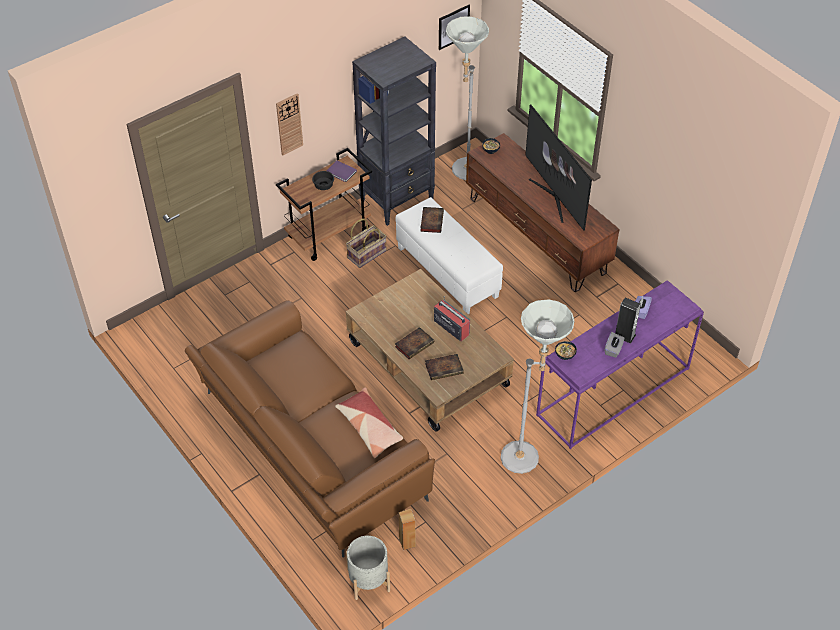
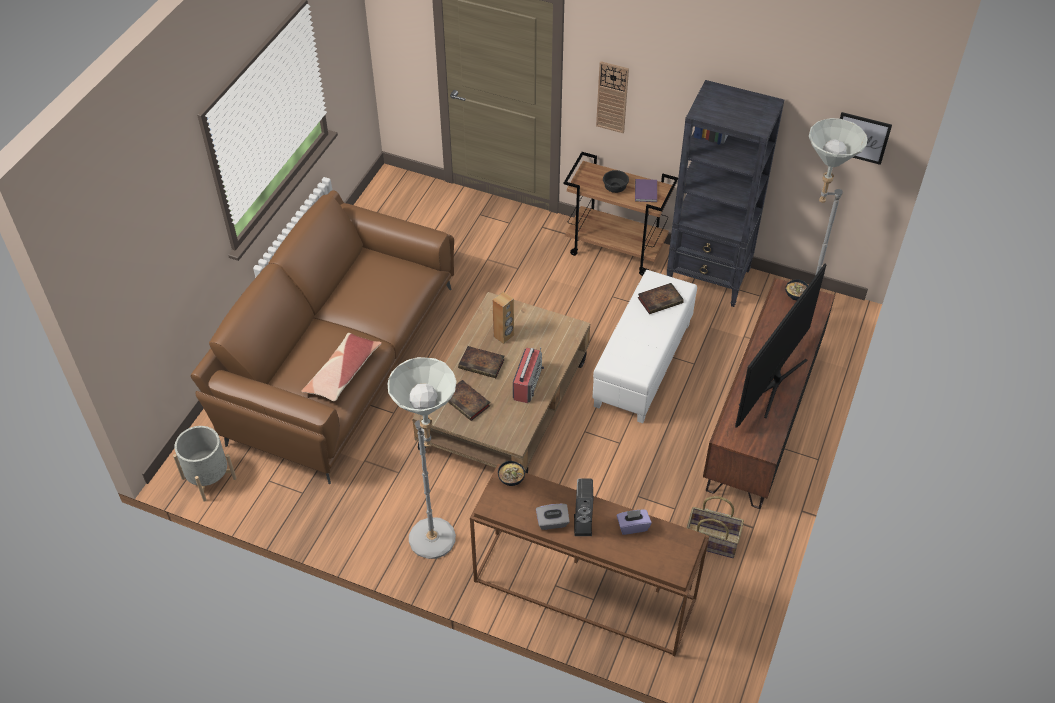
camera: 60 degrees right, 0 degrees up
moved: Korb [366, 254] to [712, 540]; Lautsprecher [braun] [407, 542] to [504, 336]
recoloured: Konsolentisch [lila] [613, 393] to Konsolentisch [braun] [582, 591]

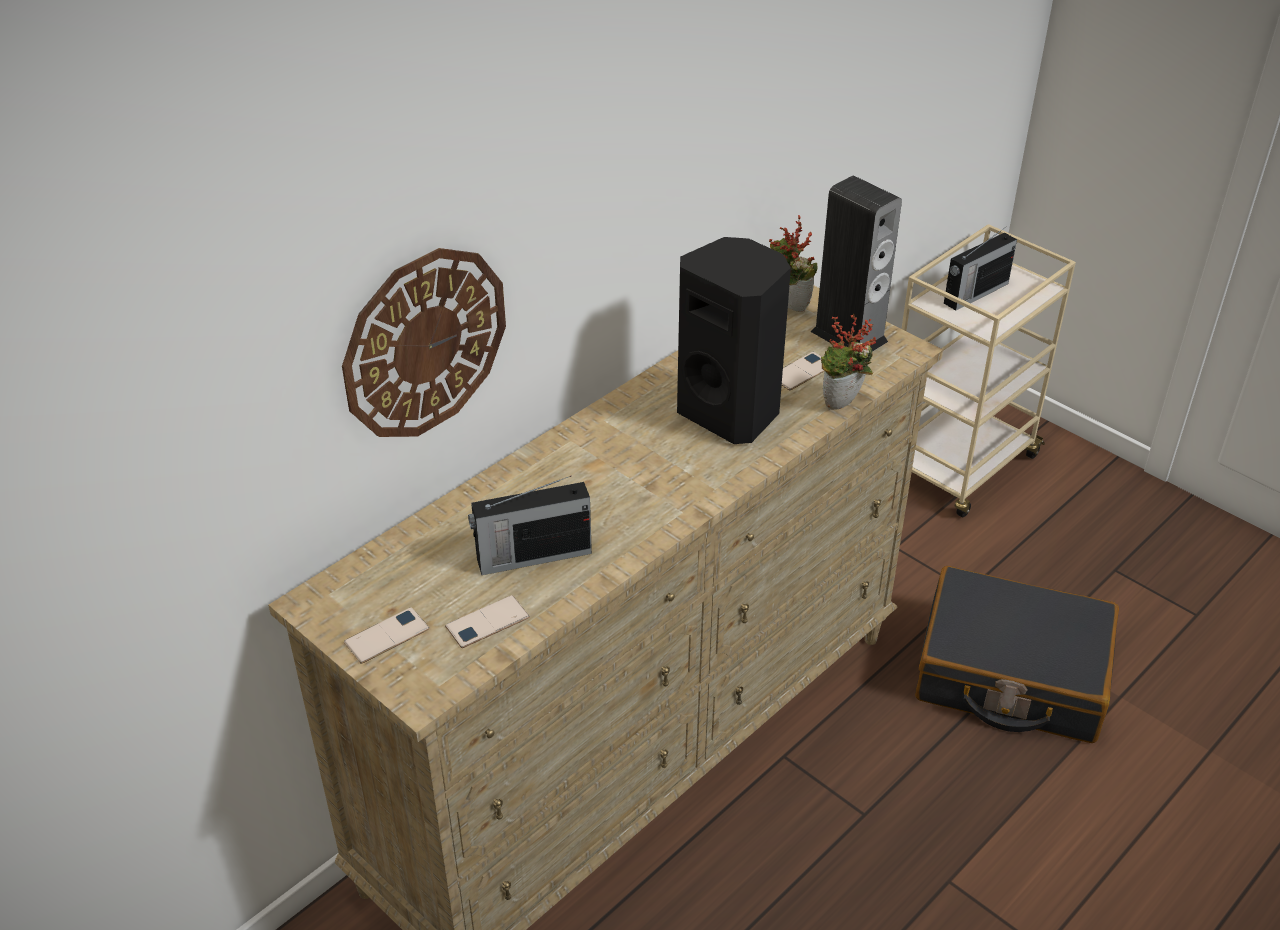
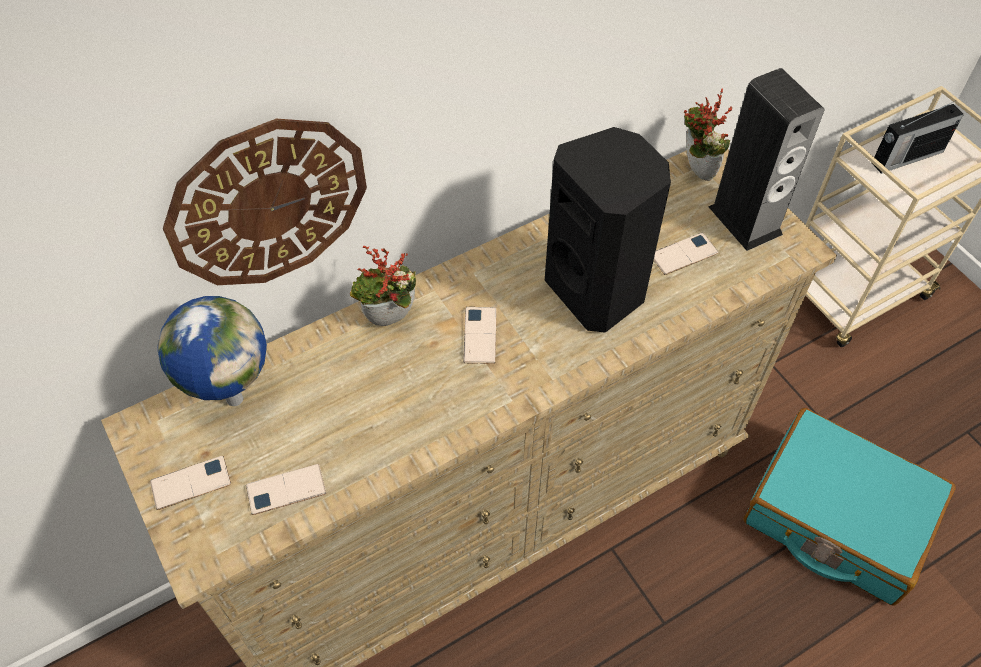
camera: 15 degrees right, 15 degrees up
removed: Radio [531, 556]
added: Globus [233, 398]; Handy [480, 335]
moved: Topfpflanze [842, 406] to [390, 323]
recoloured: Koffer [schwarz] [1011, 675] to Koffer [türkis] [837, 517]

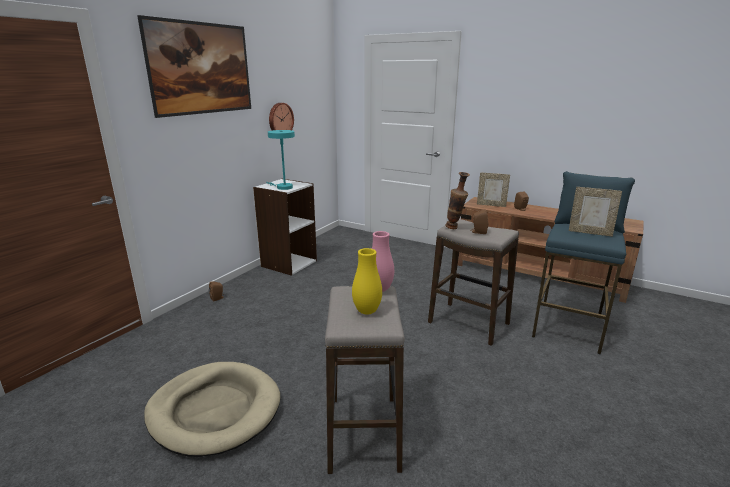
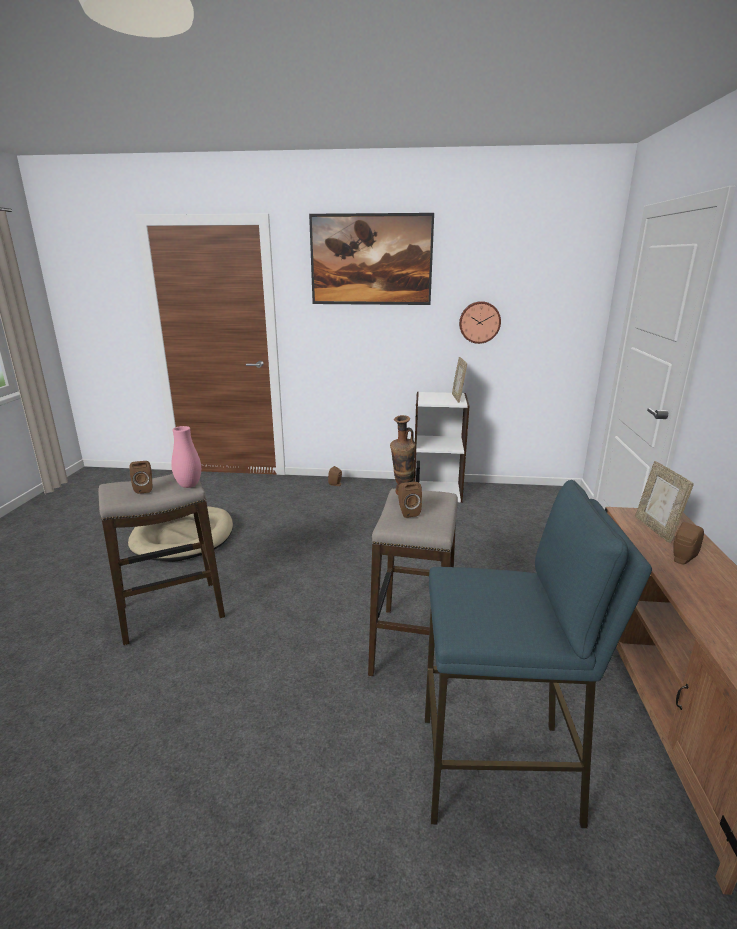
camera: 65 degrees right, 0 degrees up
removed: Tischlampe [türkis] [282, 187]
moved: Bilderrahmen [590, 232] to [458, 398]
replaced: Vase [gelb] [367, 311] to Lautsprecher [braun] [145, 489]

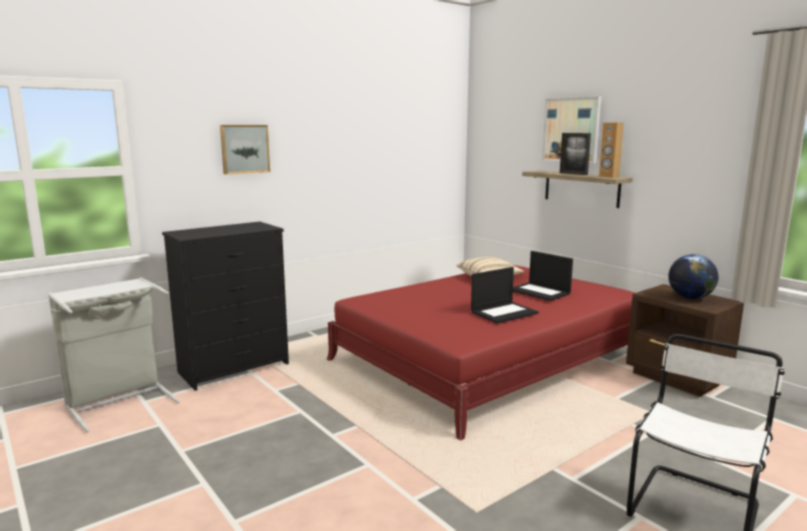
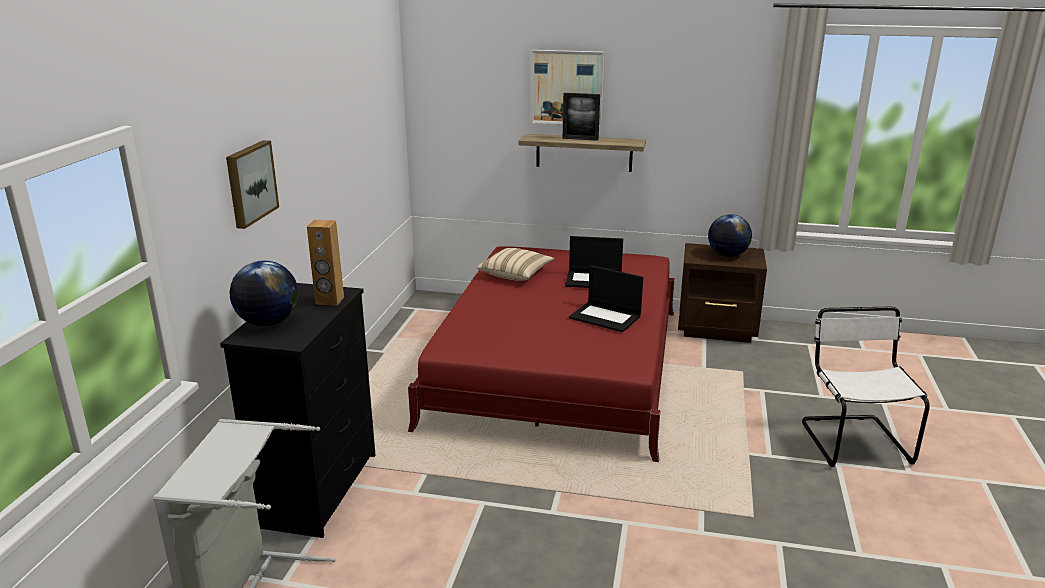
camera: 40 degrees left, 10 degrees up
added: Globus [268, 322]
moved: Lautsprecher [braun] [608, 177] to [329, 300]
turned: Laptop [504, 312] = [606, 317] 105 degrees clockwise

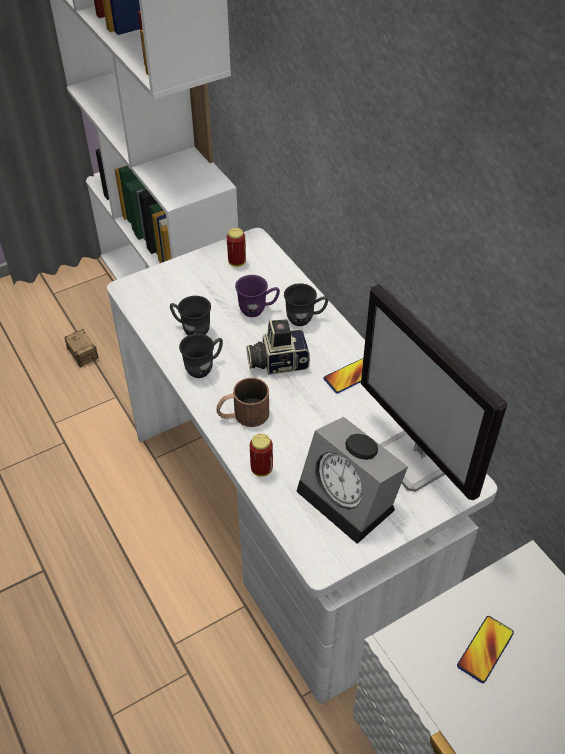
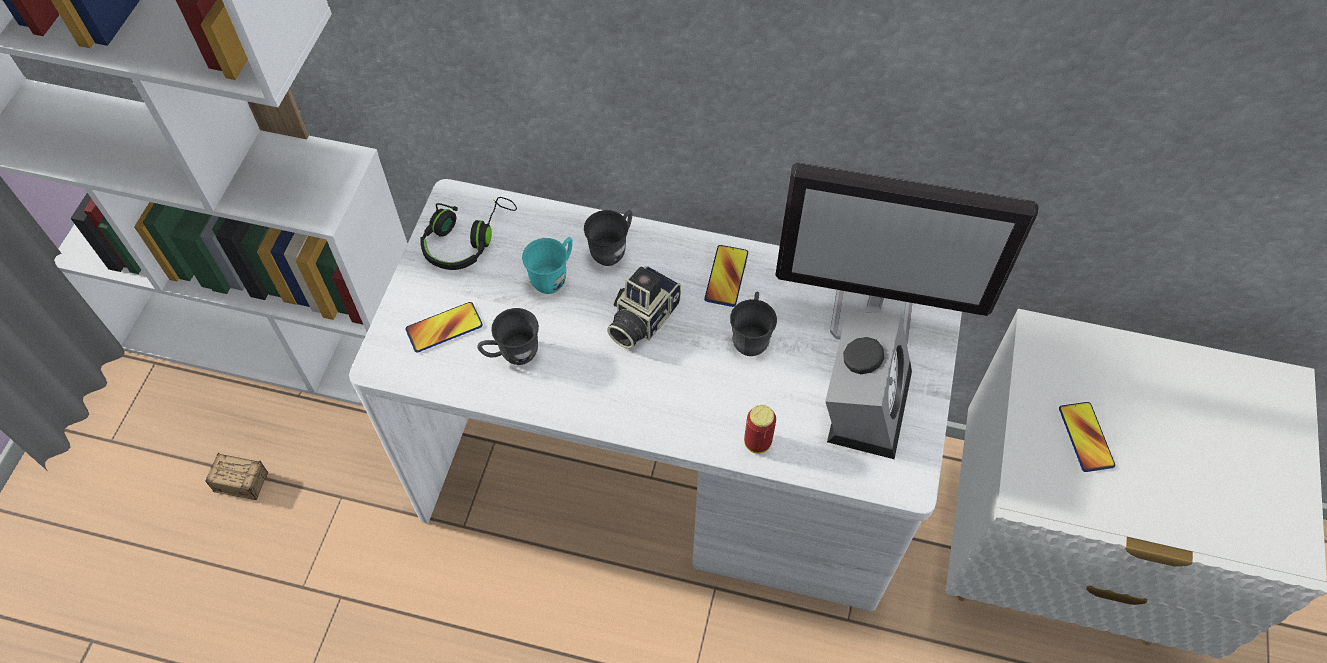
camera: 45 degrees left, 10 degrees up
removed: Henkelbecher [braun] [243, 415]
added: Handy [444, 328]
moved: Henkelbecher [grau] [204, 367] to [751, 337]
replaced: Dose [237, 262] to Kopfhörer [schwarz] [466, 239]
recoloured: Henkelbecher [lila] [258, 310] to Henkelbecher [türkis] [554, 277]
turned: Wecker [351, 499] = [864, 401] 75 degrees counterclockwise

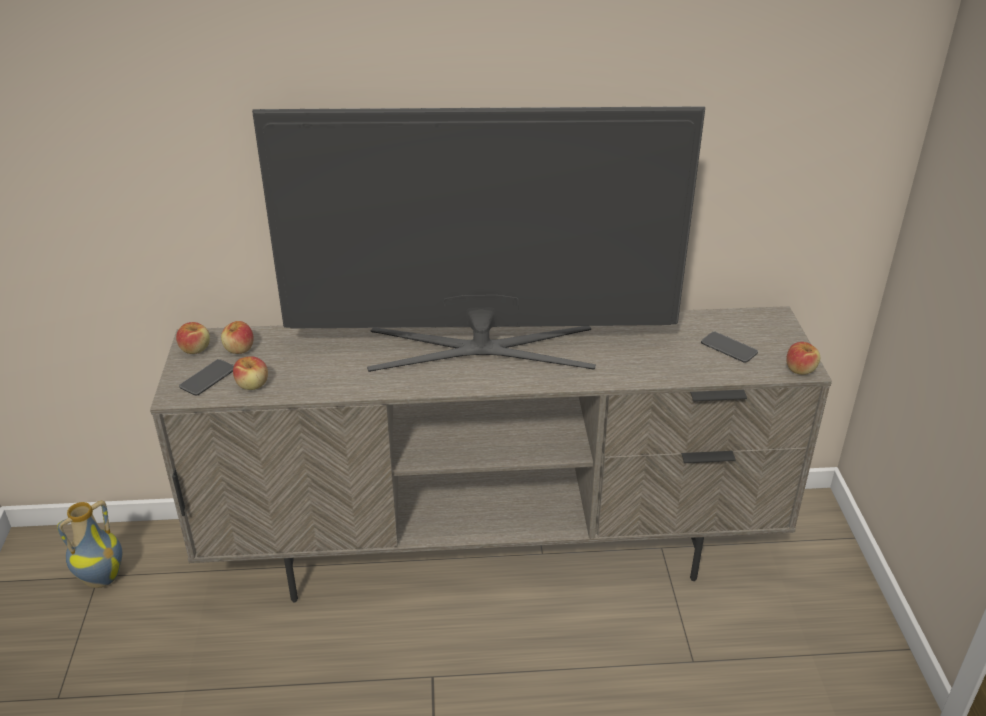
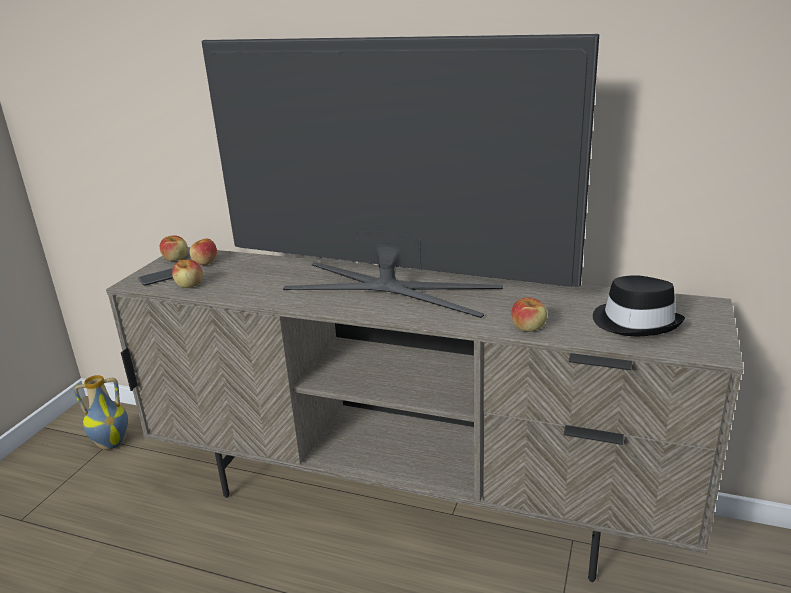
camera: 25 degrees right, 10 degrees down
moved: Apfel [800, 369] to [529, 327]
replaced: Handy [729, 348] to Hut [schwarz] [636, 322]

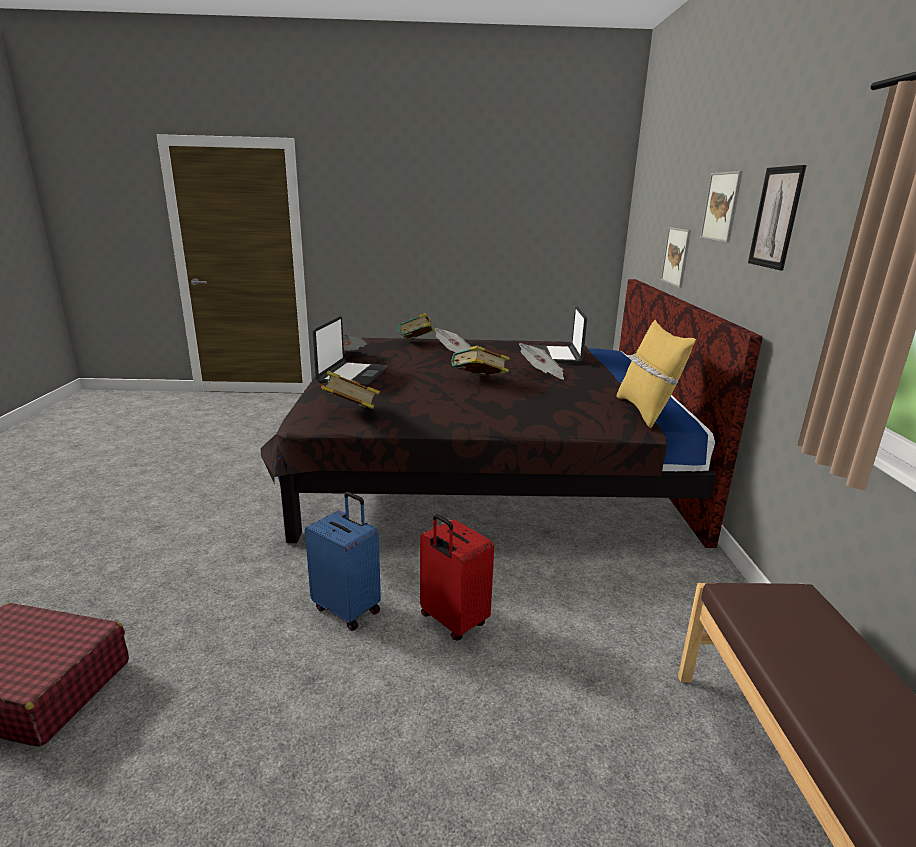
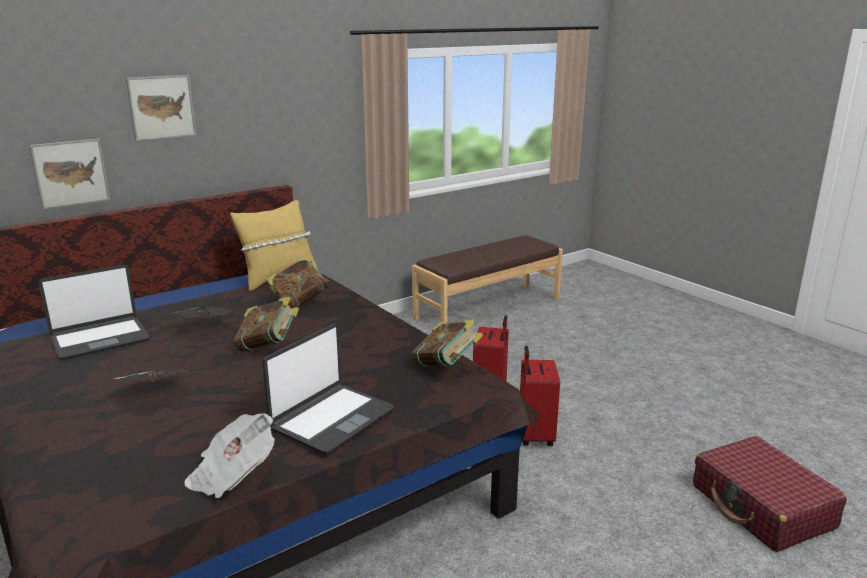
camera: 125 degrees left, 0 degrees up
removed: Bild [776, 218]
moved: Buch [416, 343] to [300, 303]
recoloured: Koffer [blau] [348, 609] to Koffer [rot] [534, 436]
turned: Laptop [352, 375] = [332, 419] 150 degrees clockwise

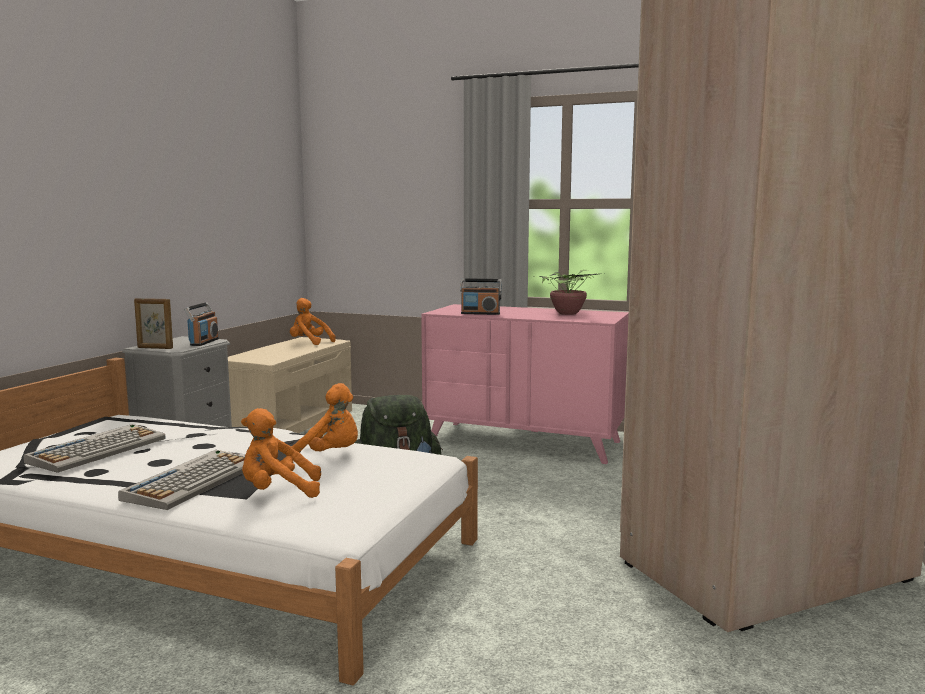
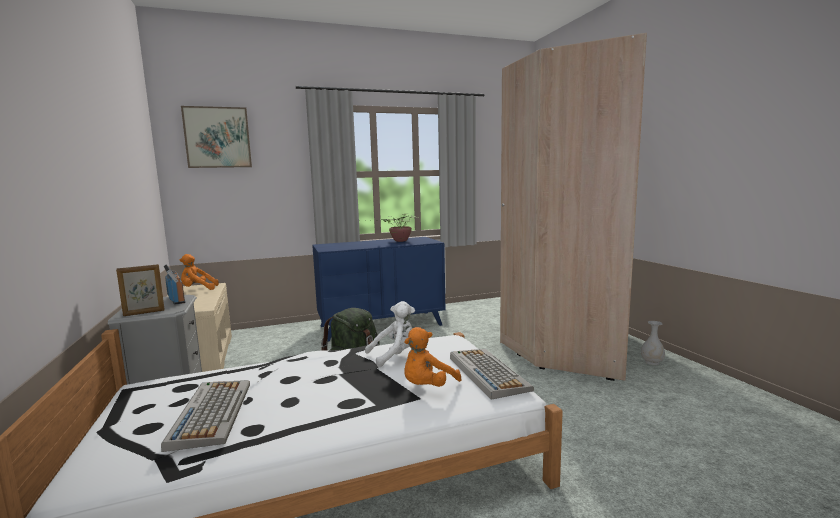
camera: 40 degrees left, 0 degrees up
removed: Radio [480, 313]
added: Bild [218, 137]; Vase [weiß] [652, 362]
moved: Tastatur [193, 481] to [487, 373]
recoloured: Plüschtier [orange] [330, 455] to Plüschtier [weiß] [395, 355]; Kommode [rosa] [525, 442] to Kommode [blau] [381, 325]

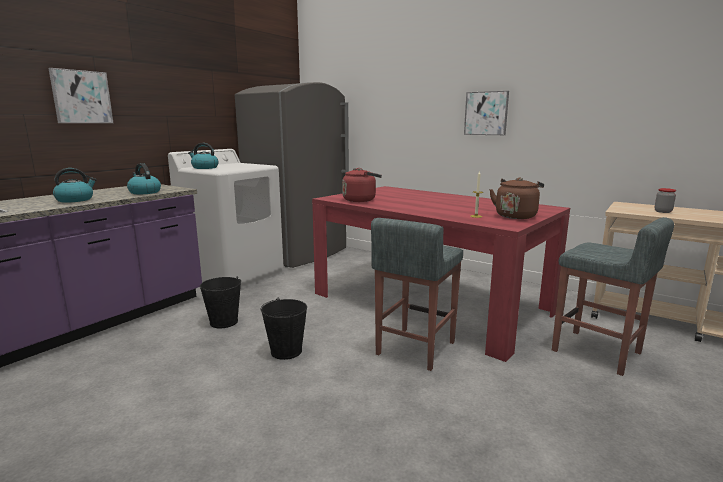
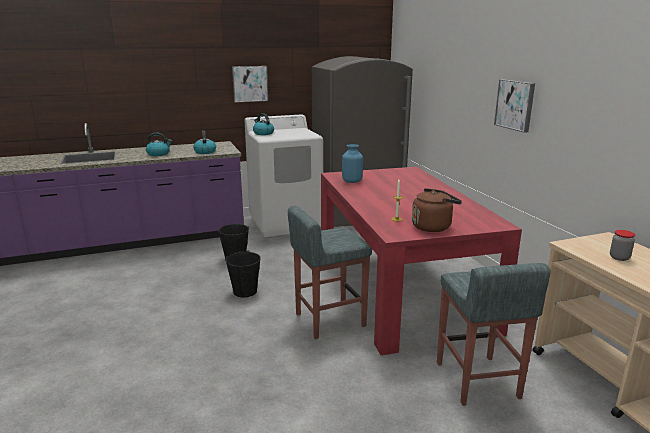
camera: 35 degrees right, 5 degrees up
moved: Bild [81, 97] to [250, 83]
replaced: Wasserkessel [rot] [361, 200] to Vase [blau] [352, 181]

